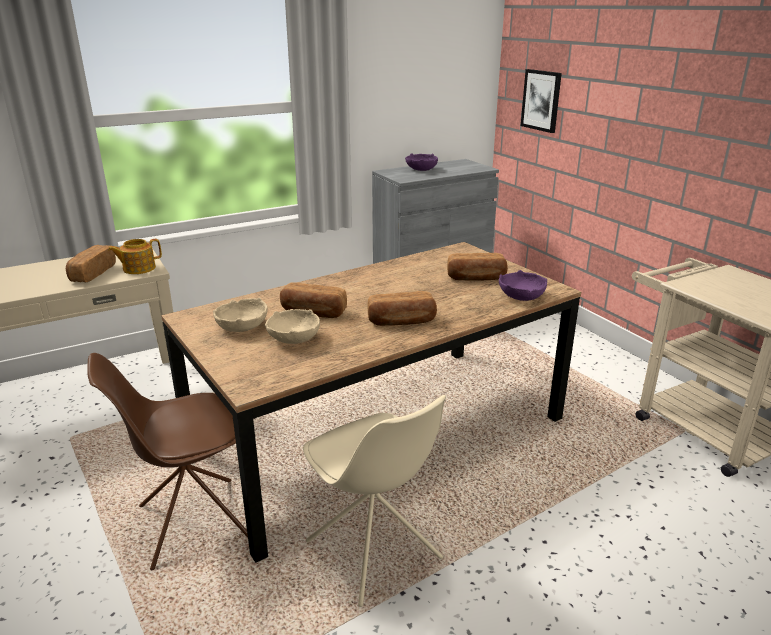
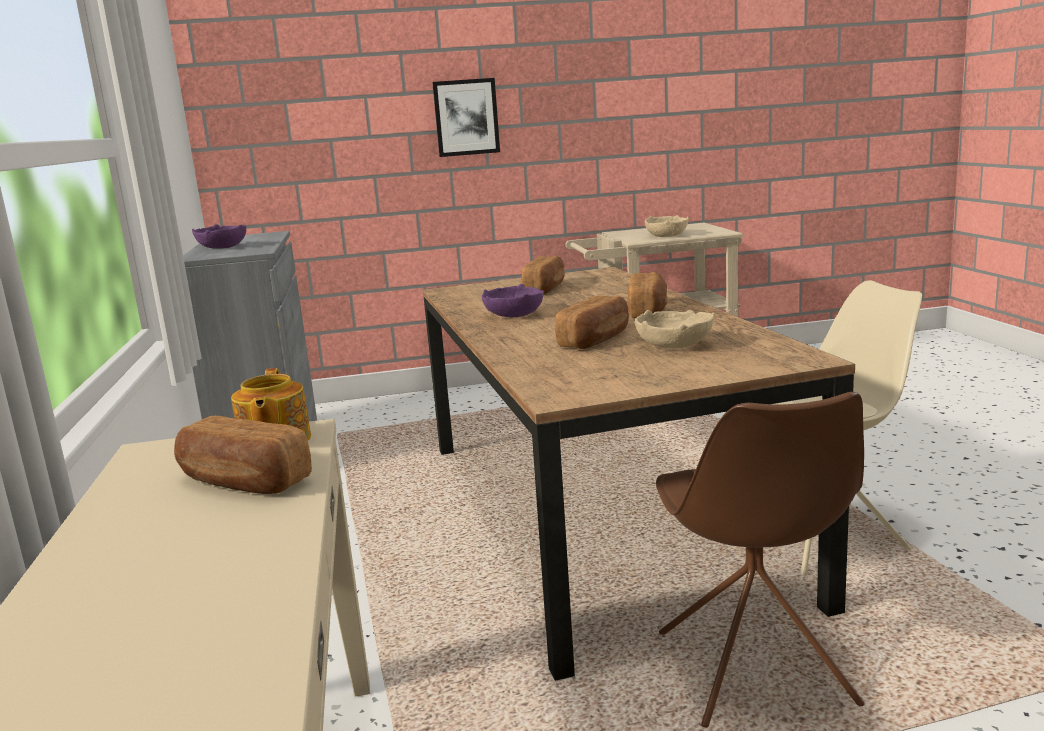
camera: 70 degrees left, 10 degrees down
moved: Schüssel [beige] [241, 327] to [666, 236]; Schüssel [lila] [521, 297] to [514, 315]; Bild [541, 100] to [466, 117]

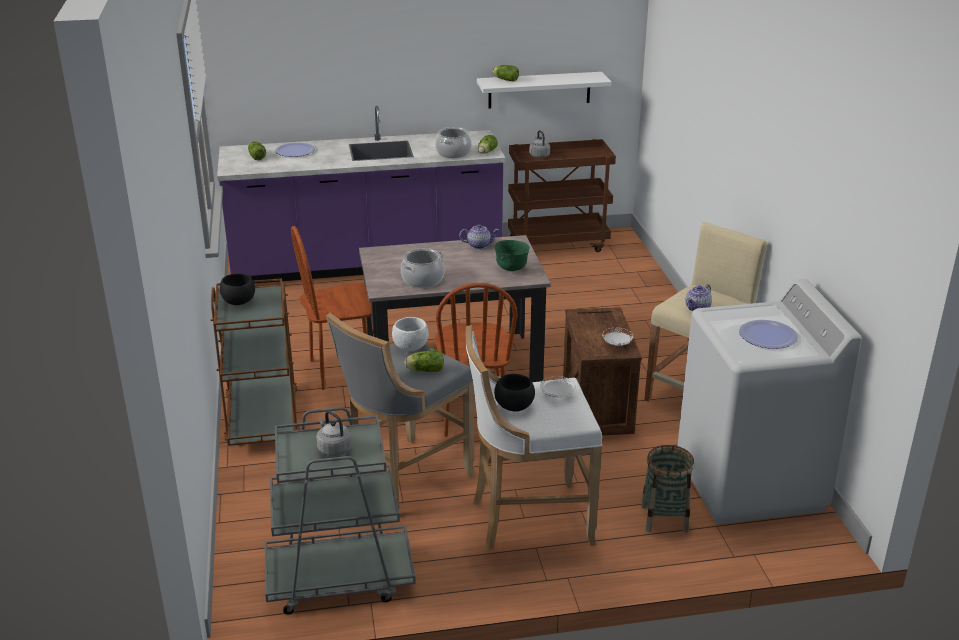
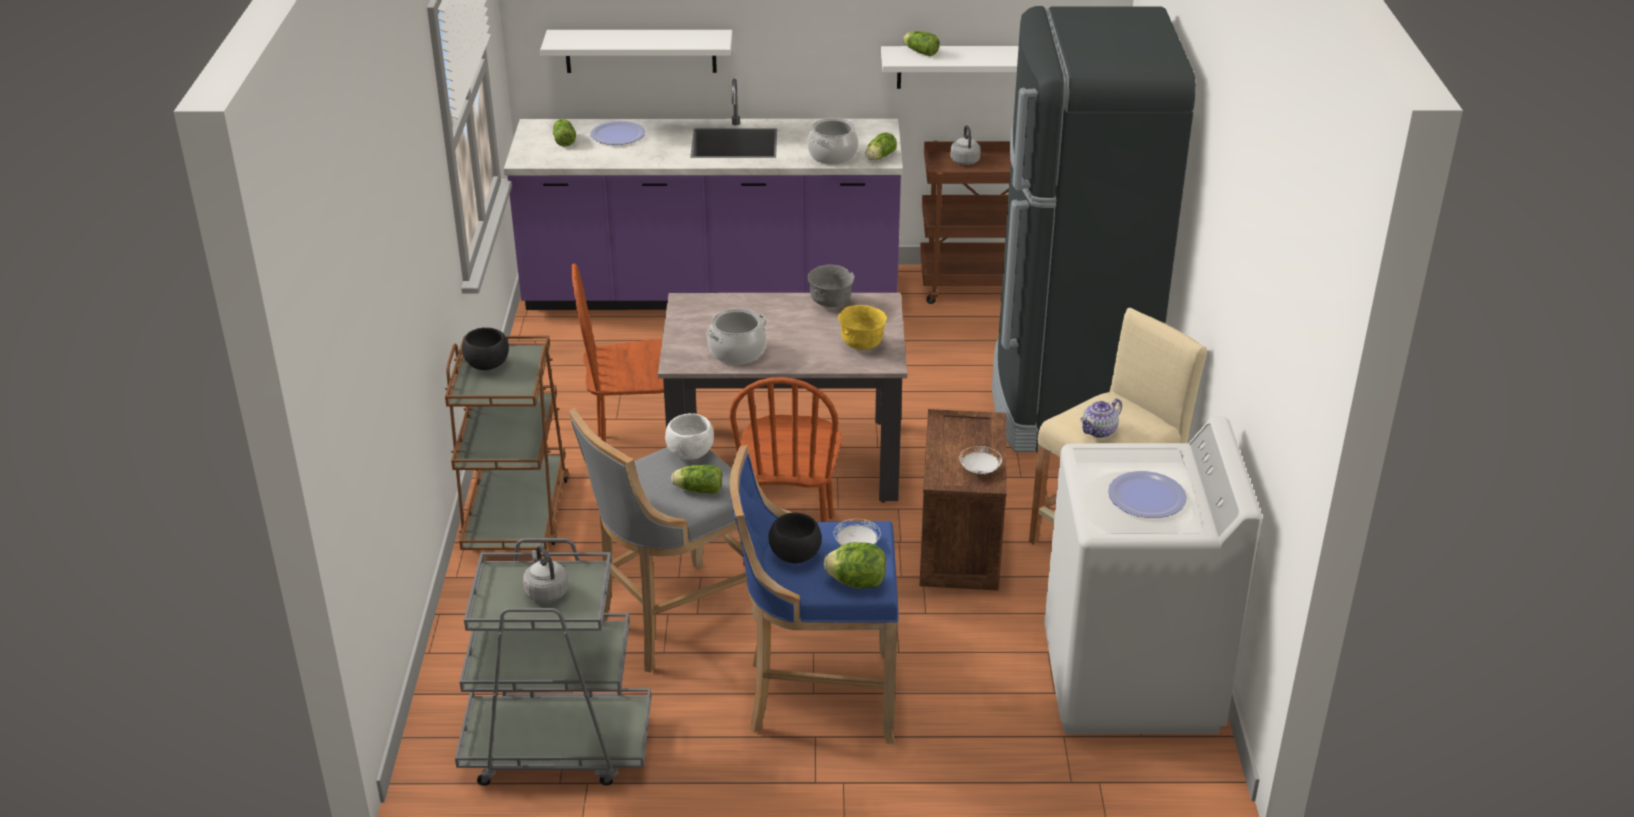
camera: 10 degrees right, 5 degrees up
removed: Korb [664, 518]
added: Wandregal [weiß] [640, 51]; Salatkopf [857, 582]; Kühlschrank [schwarz] [1066, 403]
replaced: Teekanne [479, 245] to Schüssel [grau] [830, 304]
recoloured: Hocker [weiß] [527, 520] to Hocker [blau] [816, 697]; Schüssel [grün] [511, 268] to Schüssel [gelb] [862, 345]

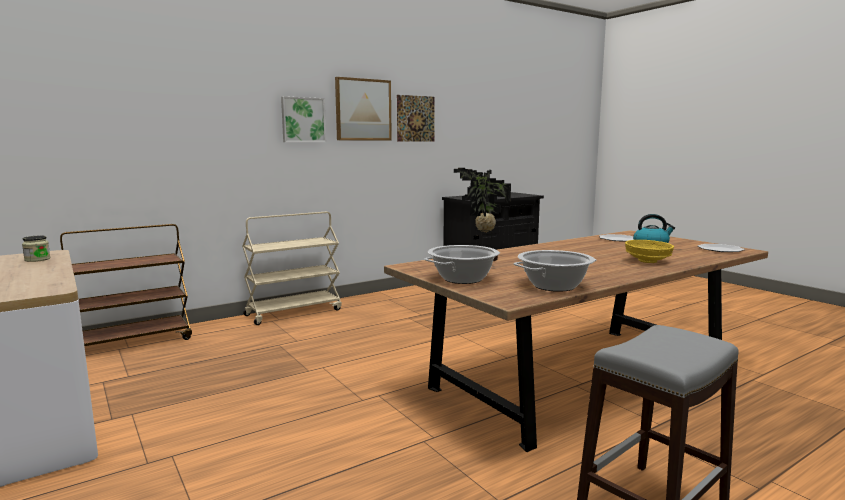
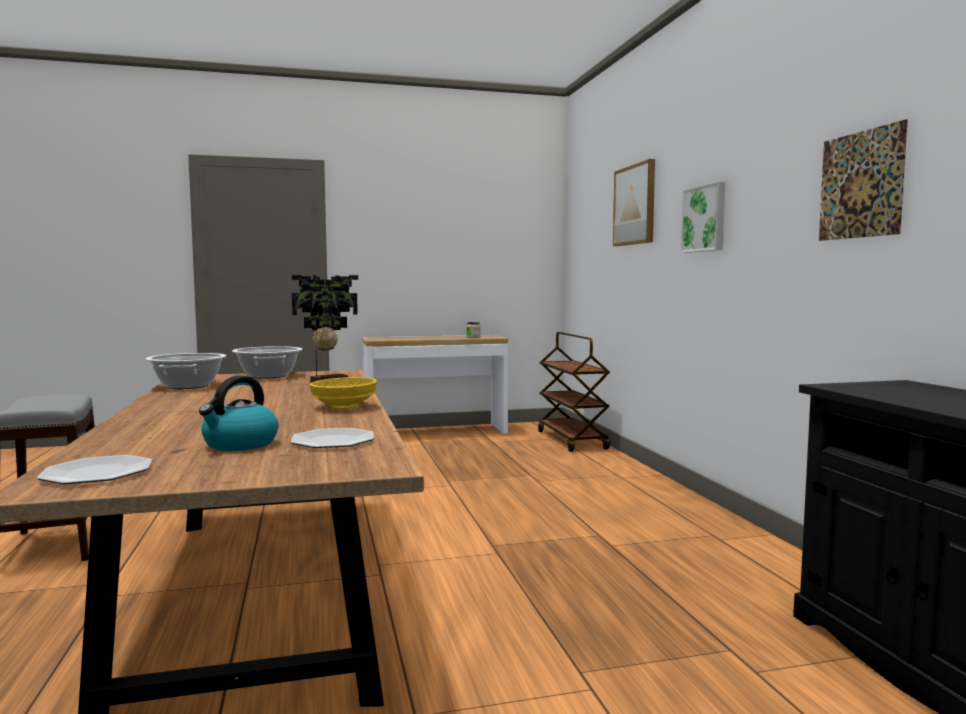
camera: 110 degrees right, 5 degrees down
removed: Rollwagen [beige] [294, 312]
moved: Bild [363, 110] to [635, 205]; Schüssel [gelb] [647, 261] to [344, 406]

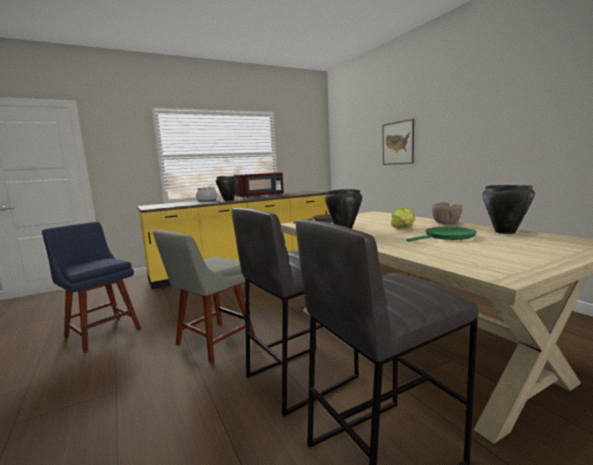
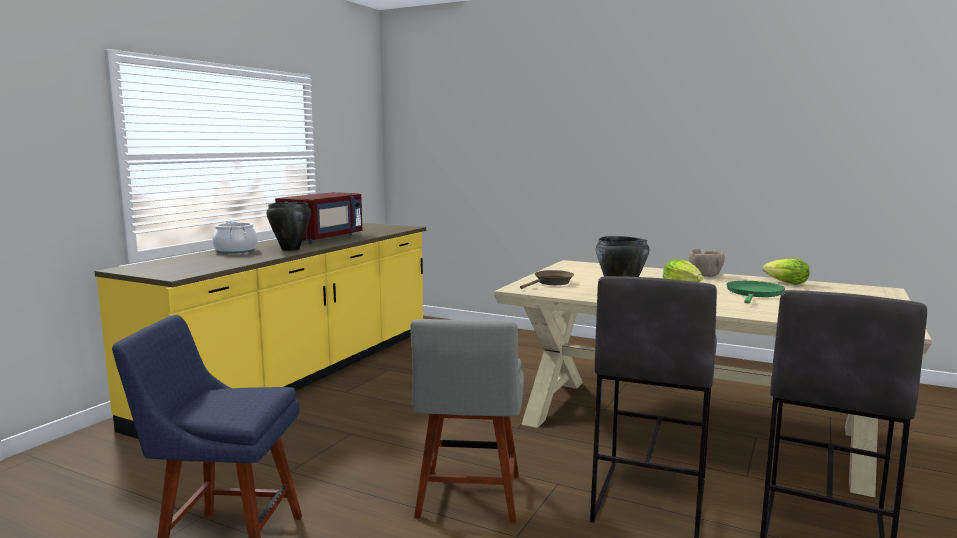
camera: 35 degrees left, 0 degrees up
removed: Bild [397, 143]
replaced: Kochtopf [schwarz] [505, 232] to Salatkopf [786, 283]

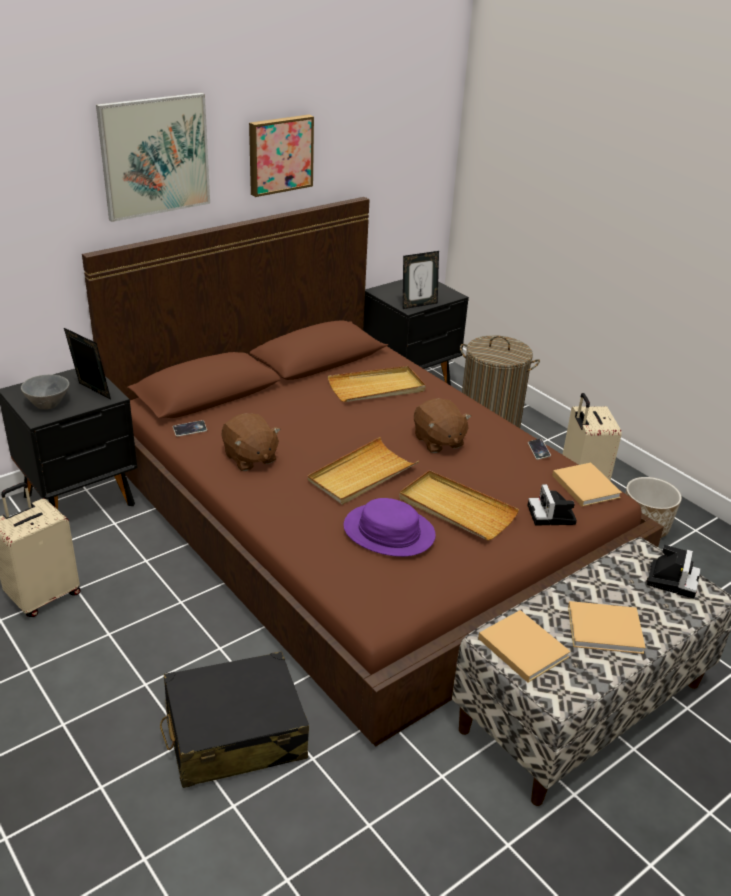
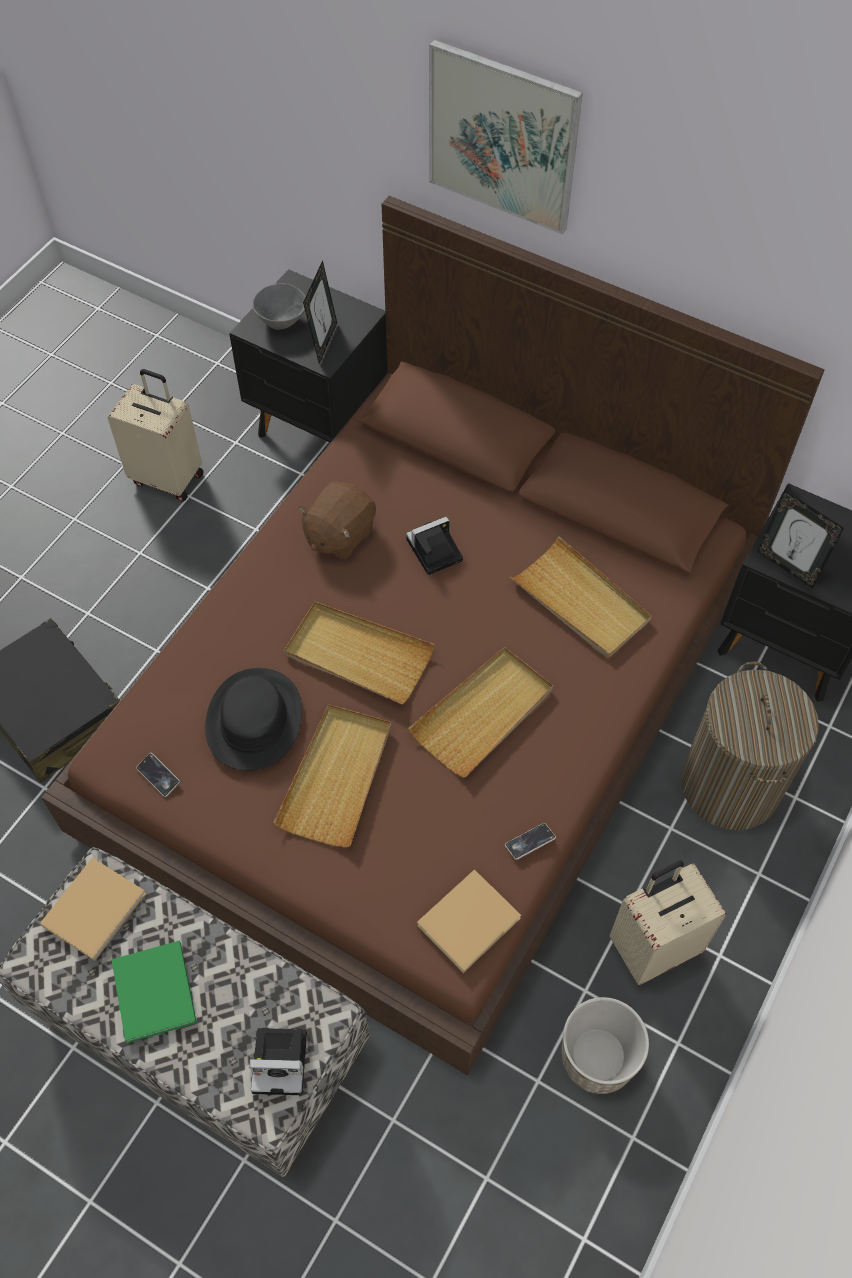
camera: 70 degrees right, 25 degrees up
removed: Bild [279, 154]
moved: Handy [190, 430] to [158, 776]; Kamera [552, 516] to [432, 551]
replaced: Plüschtier [braun] [438, 441] to Tablett [beige] [483, 714]
recoloured: Hut [lila] [388, 532] to Hut [schwarz] [253, 720]; Buch [beige] [607, 630] to Buch [grün] [155, 995]

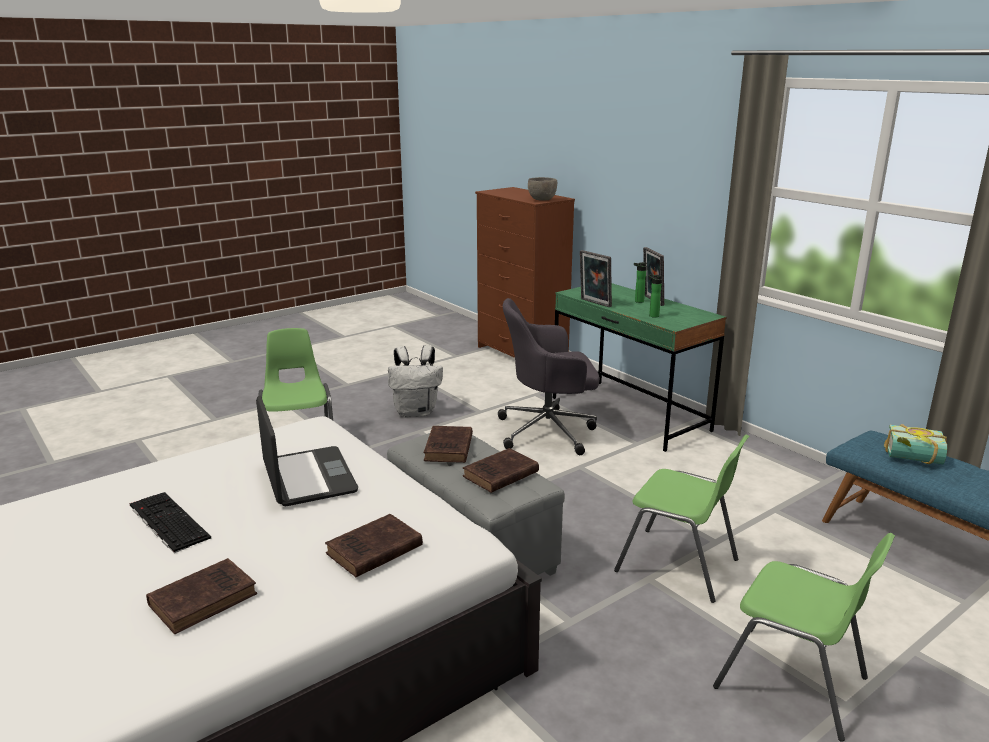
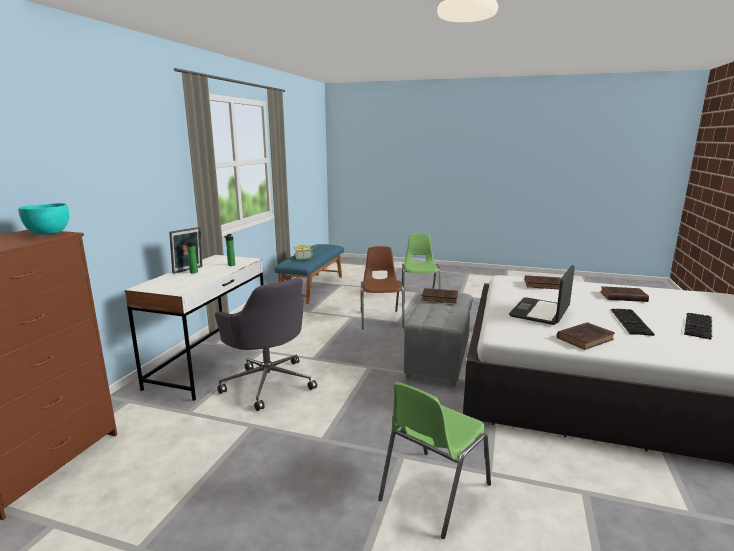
camera: 125 degrees left, 5 degrees down
removed: Rucksack [weiß] [416, 412]; Bilderrahmen [594, 303]
added: Tastatur [699, 326]
moved: Buch [braun] [448, 449] to [586, 338]
recoloured: Schüssel [grau] [542, 200] to Schüssel [türkis] [49, 234]; Schreibtisch [grün] [629, 414] to Schreibtisch [weiß] [210, 363]; Stuhl [grün] [679, 566] to Stuhl [braun] [381, 319]

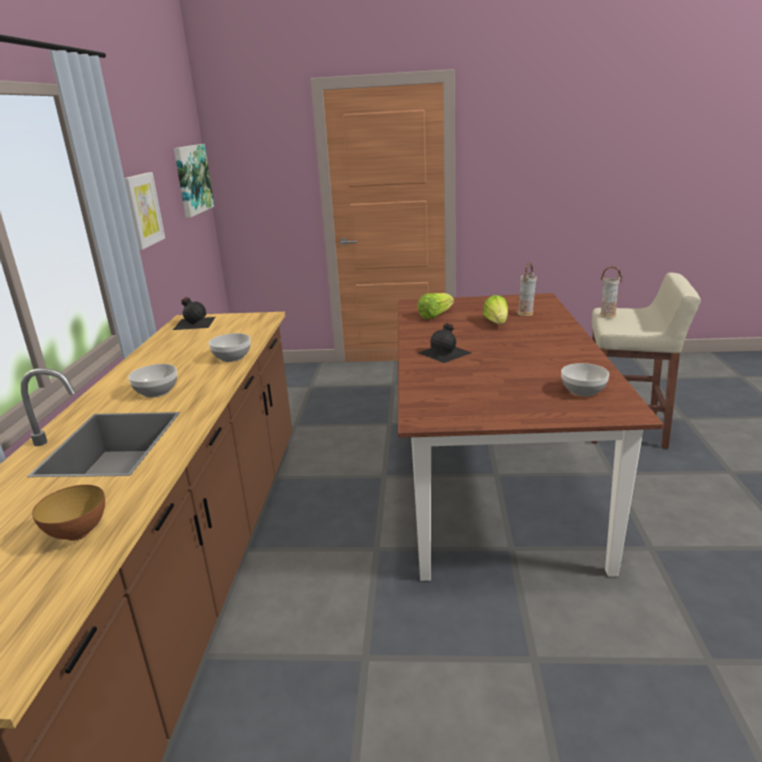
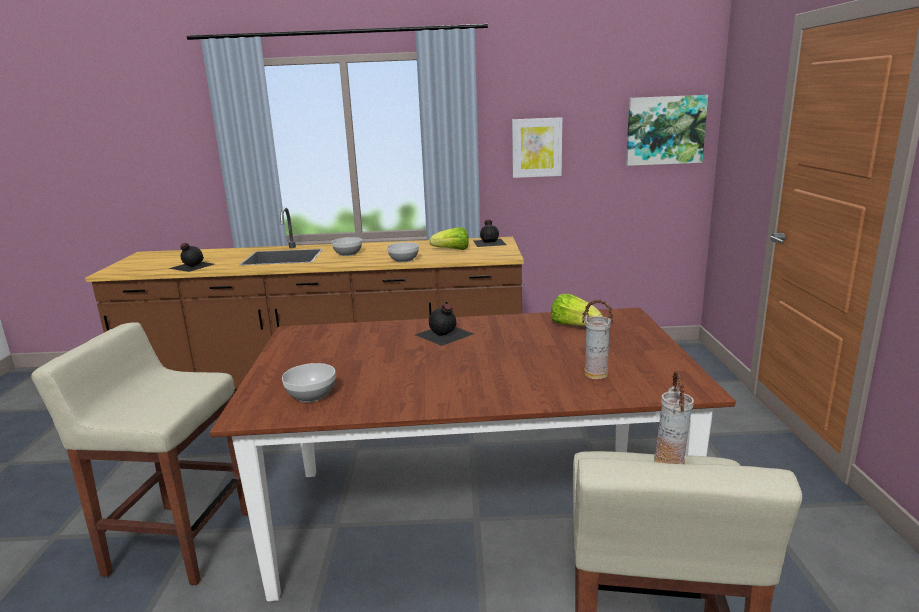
camera: 85 degrees right, 5 degrees down
added: Hocker [beige] [179, 542]
moved: Salatkopf [497, 323] to [452, 250]
replaced: Schüssel [78, 533] to Flasche [schwarz] [191, 266]

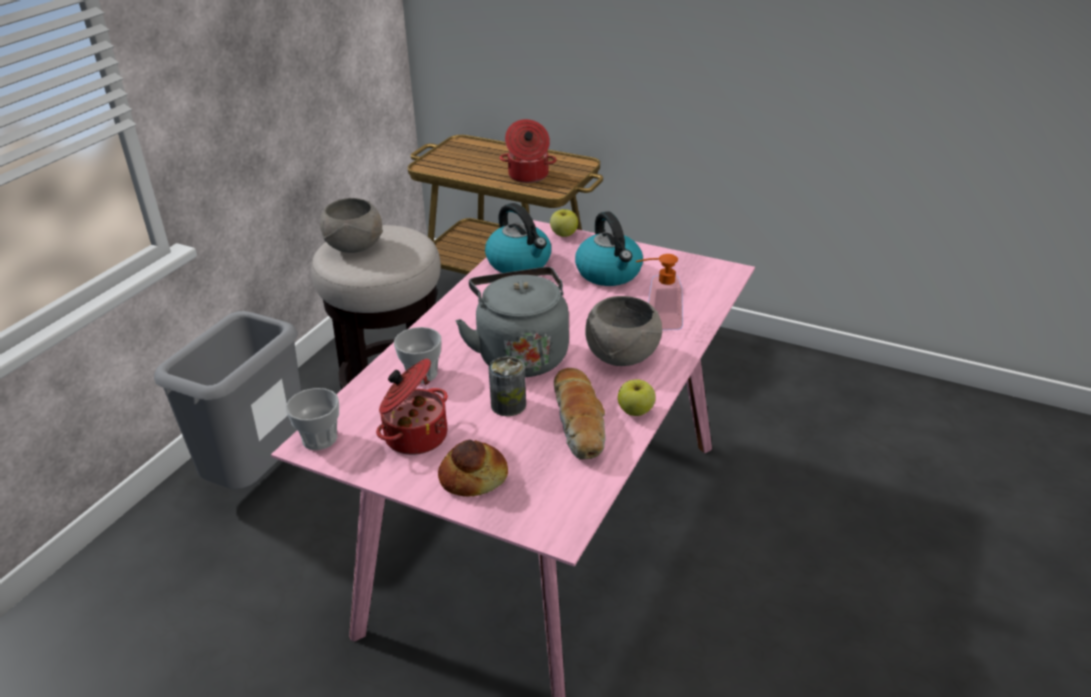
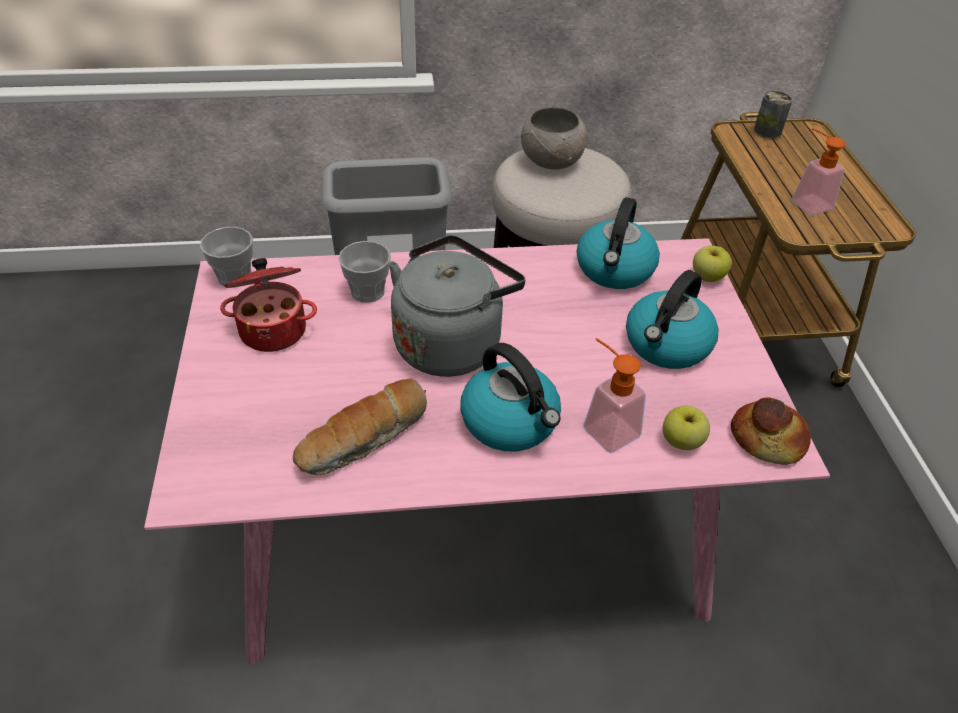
camera: 55 degrees right, 10 degrees up
moved: Brot [473, 477] to [768, 438]; Dose [508, 405] to [767, 131]; Apfel [636, 411] to [681, 441]
replaced: Kochtopf [528, 176] to Seifenspender [806, 202]; Schüssel [grau] [620, 356] to Wasserkessel [511, 422]

